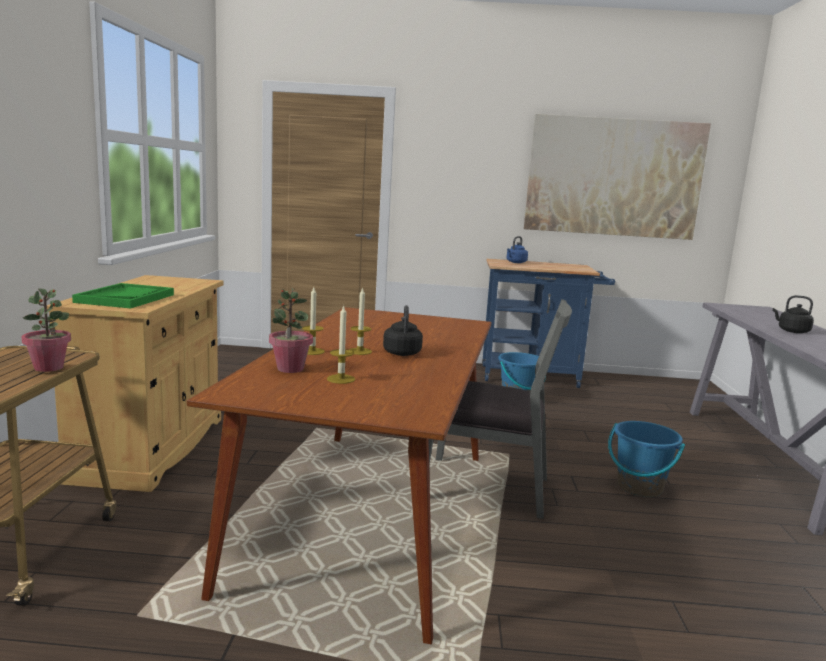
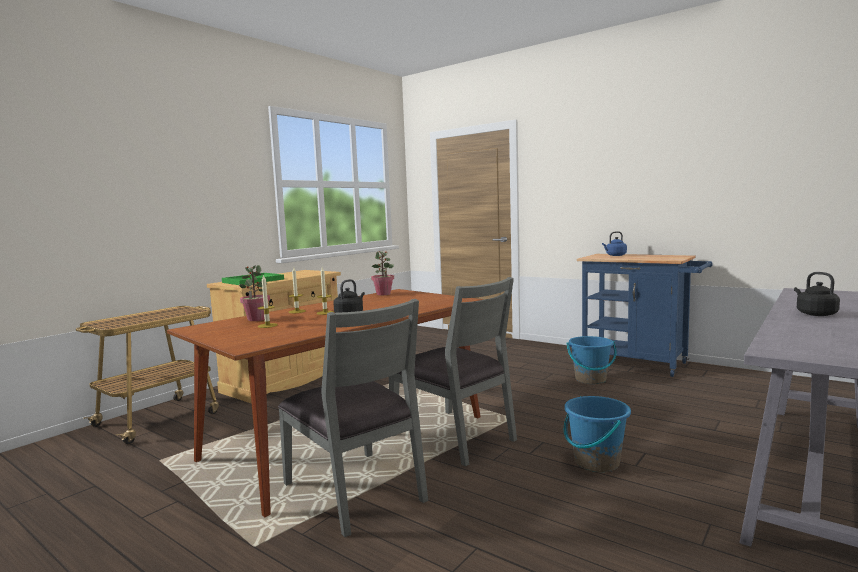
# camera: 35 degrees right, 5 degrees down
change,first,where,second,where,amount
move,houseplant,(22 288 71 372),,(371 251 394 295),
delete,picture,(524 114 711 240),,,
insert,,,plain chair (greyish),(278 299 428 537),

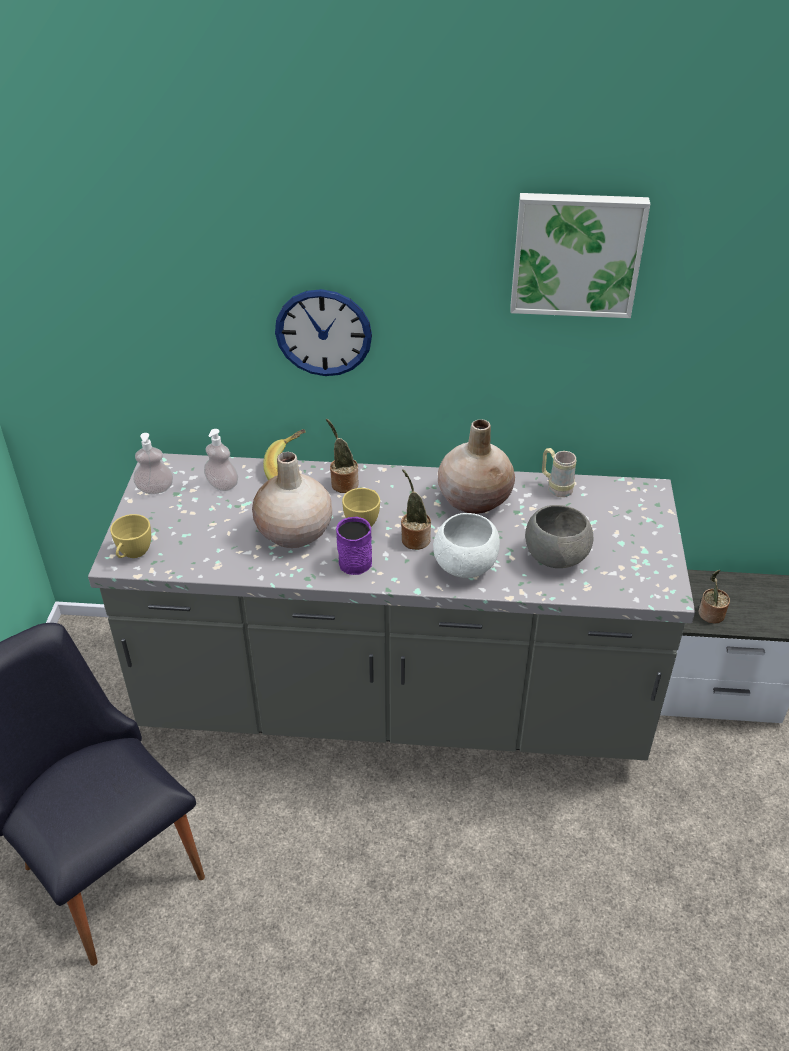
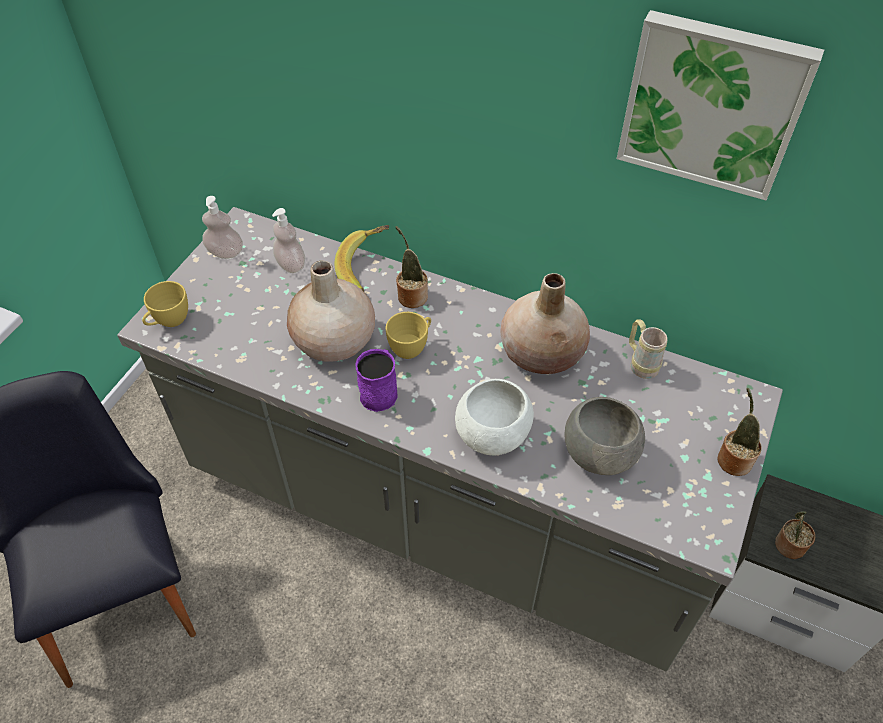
# camera: 20 degrees right, 10 degrees up
change,first,where,second,where,amount
delete,hanging clock,(275 289 372 376),,,
move,houseplant,(401 469 431 550),,(718 388 762 476),

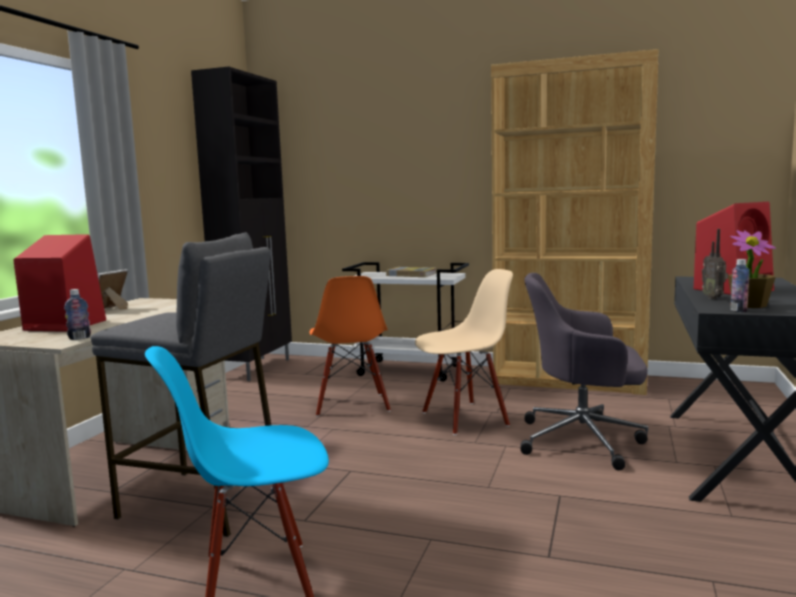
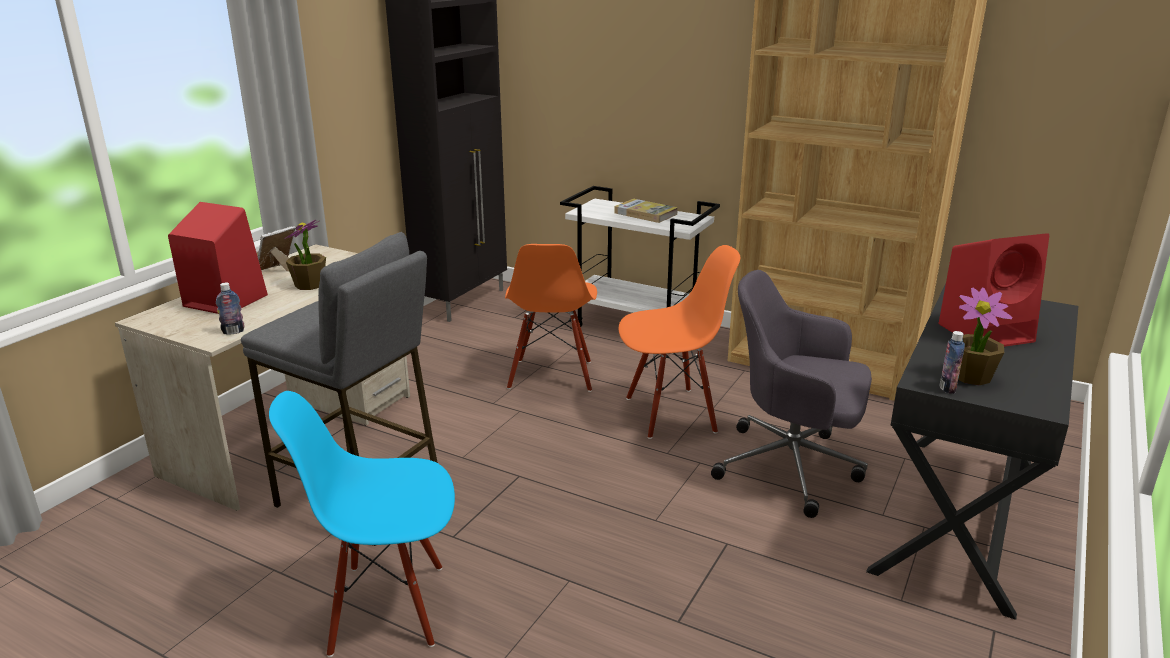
# camera: 10 degrees right, 15 degrees up
change,first,where,second,where,amount
recolor,plain chair (beige),(415 269 513 435),plain chair (orange),(619 245 740 439),
delete,radio,(702 229 728 299),,,
insert,,,houseplant,(284 220 326 290),

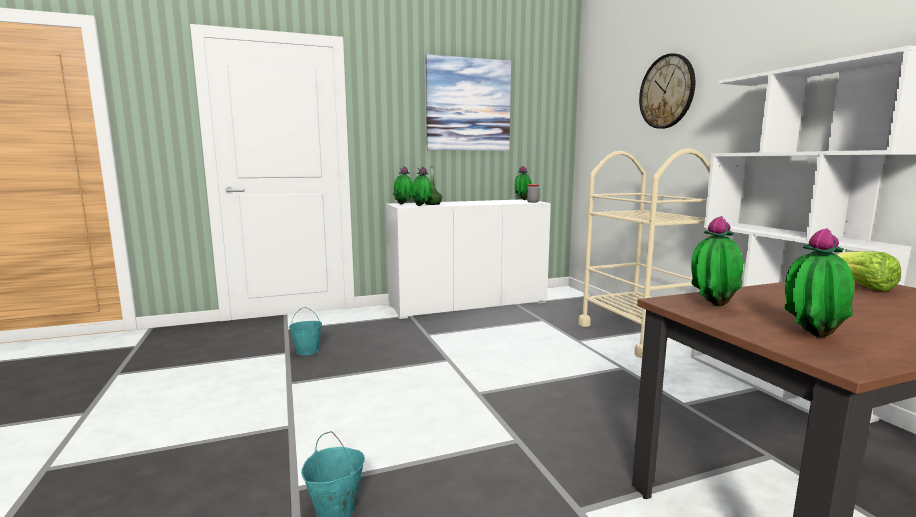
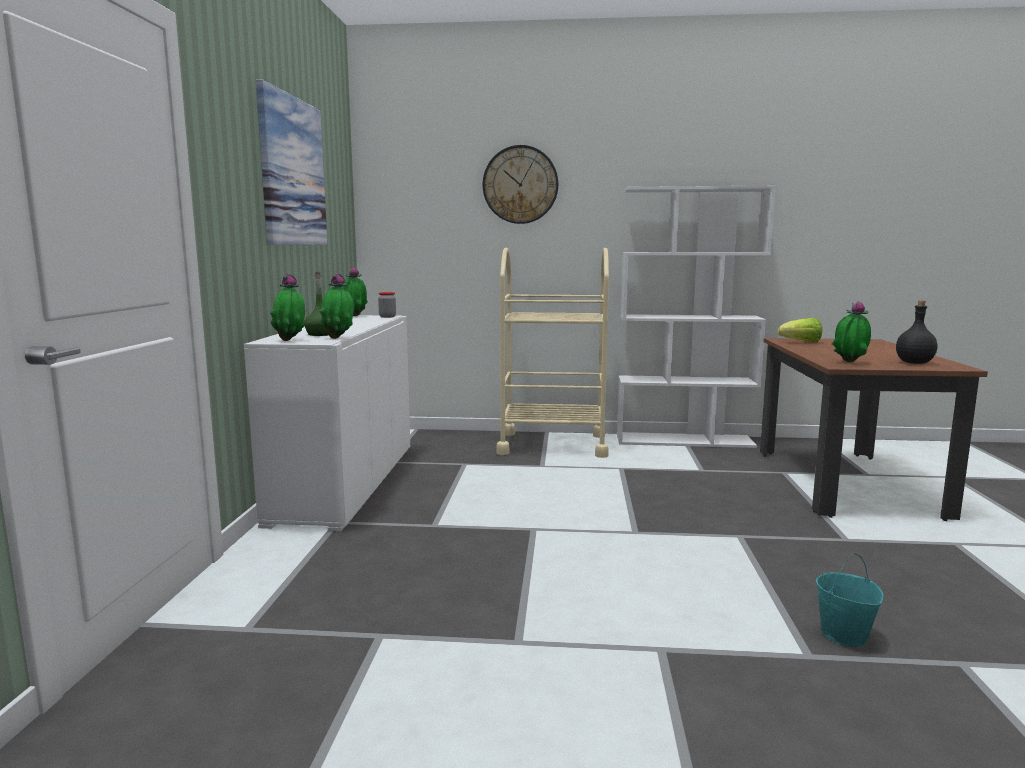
# camera: 65 degrees left, 0 degrees up
change,first,where,second,where,amount
delete,pail (blue-green),(289 307 322 356),,,
replace,houseplant,(784 228 854 337),beverage bottle (blackish),(896 301 937 364),

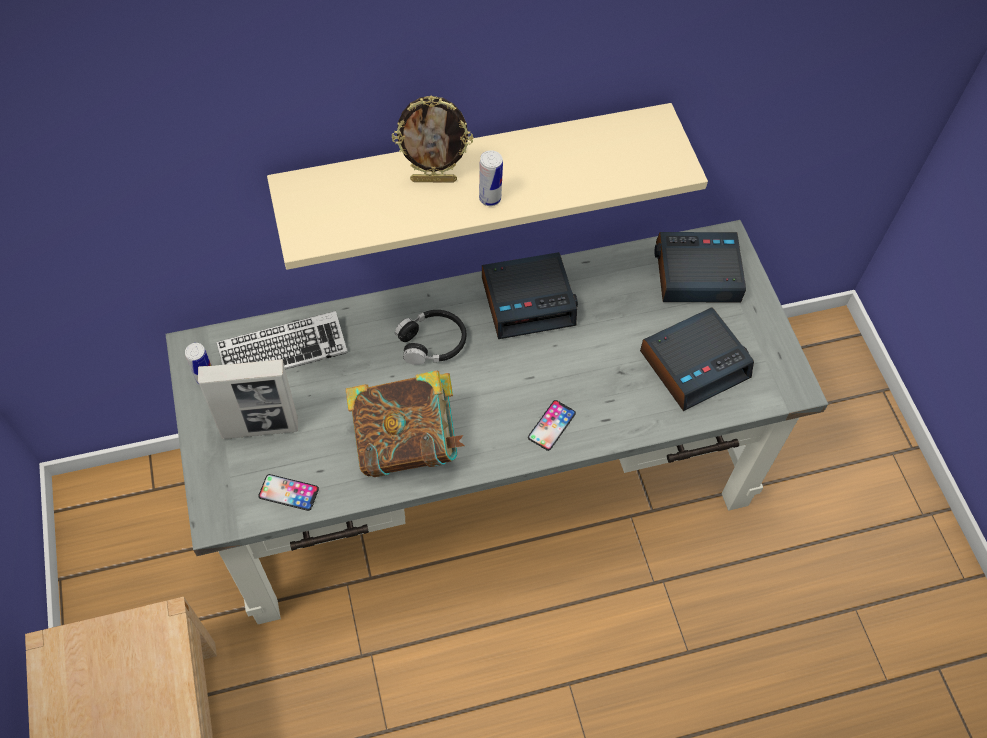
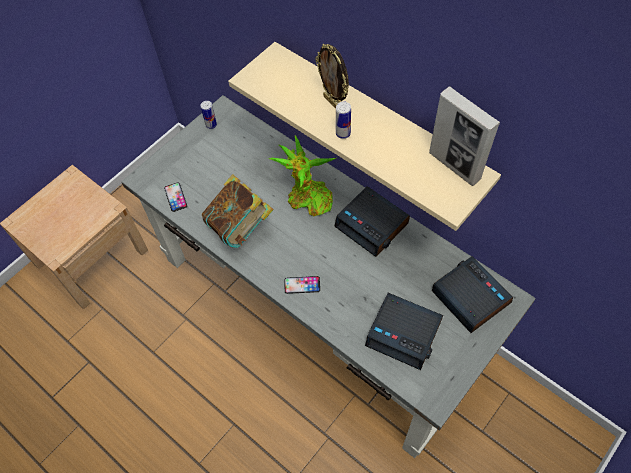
# camera: 60 degrees right, 0 degrees up
change,first,where,second,where,amount
move,picture frame,(198 359 298 439),,(429 86 500 186),
delete,keyboard,(216 311 348 370),,,
replace,headphones (blackish),(395 310 466 365),houseplant,(269 136 336 216),

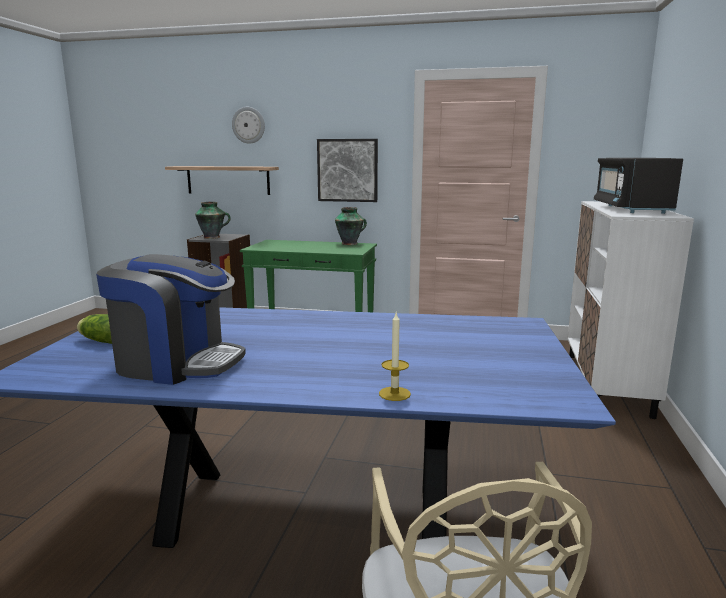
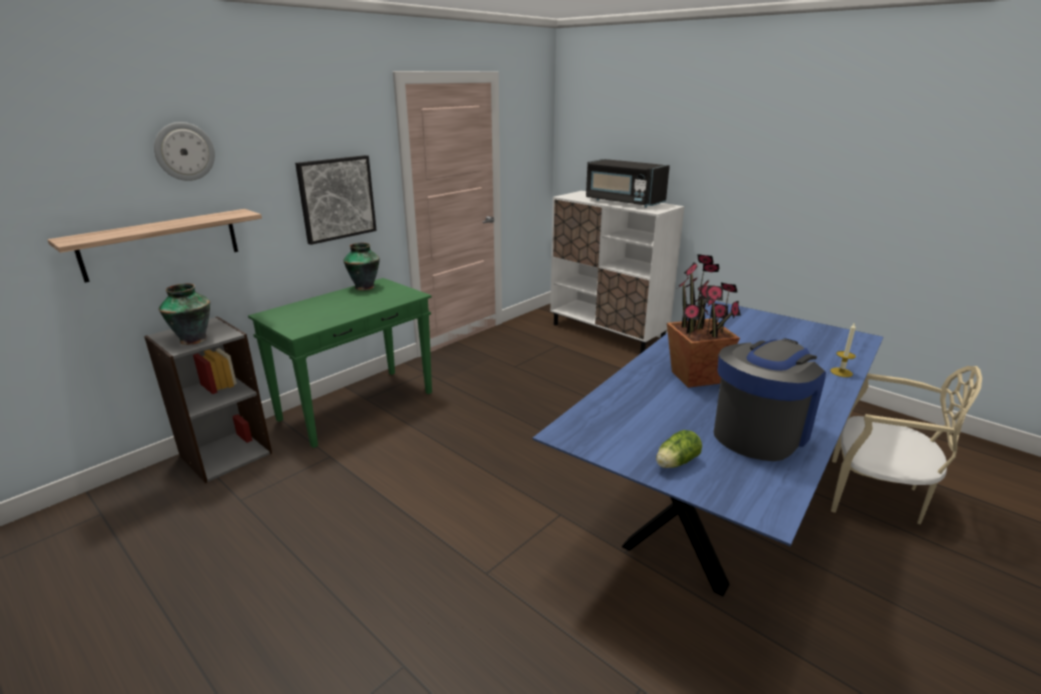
# camera: 60 degrees left, 10 degrees up
change,first,where,second,where,amount
insert,,,houseplant,(667 254 741 388),

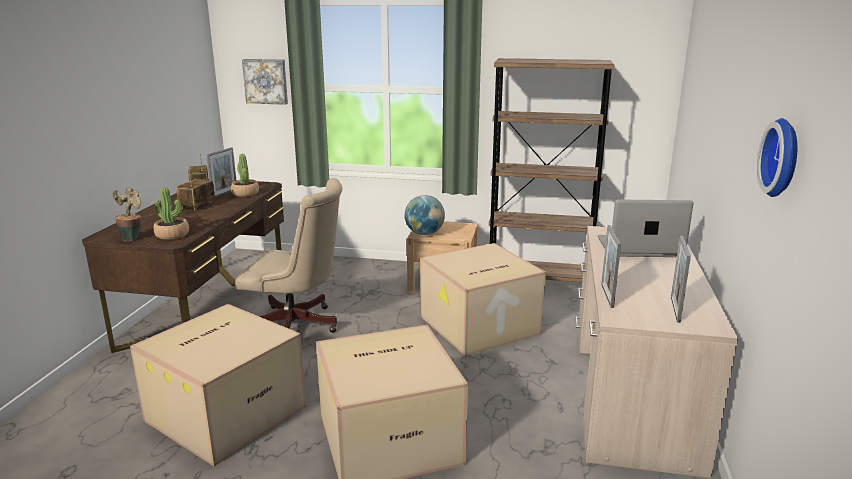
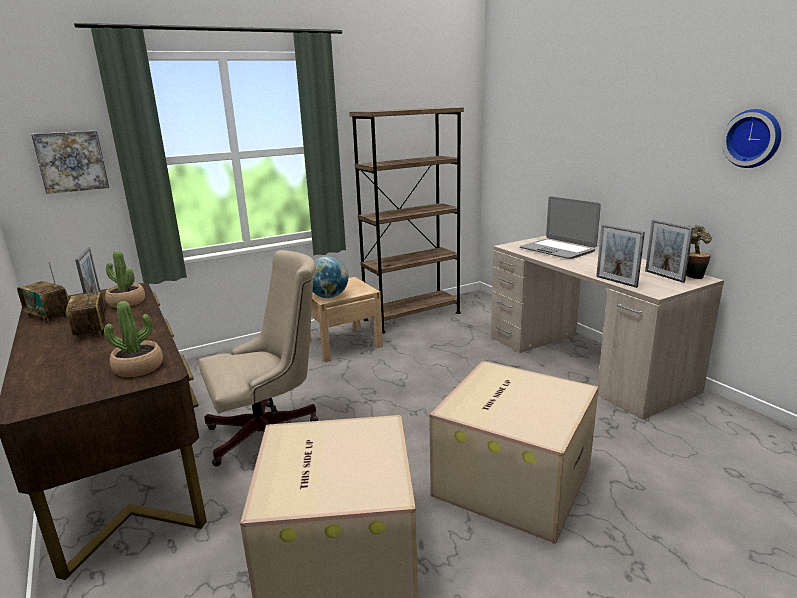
# camera: 40 degrees left, 0 degrees up
change,first,where,second,where,amount
move,houseplant,(112 187 141 242),,(686 225 712 279),
delete,carton,(421 243 546 356),,,
rotate,laptop,(598 199 693 257),,(520 196 601 259),90 degrees counterclockwise

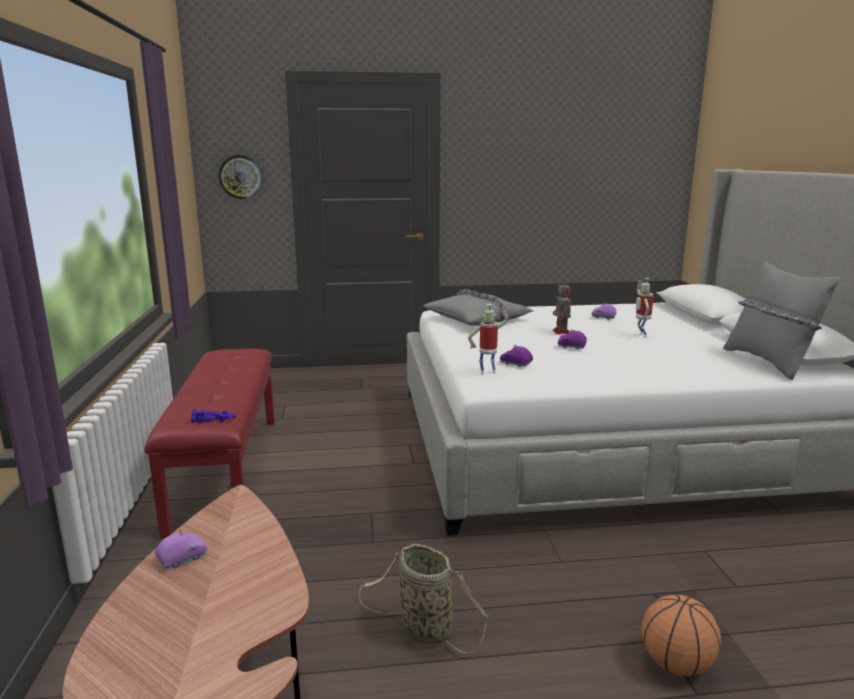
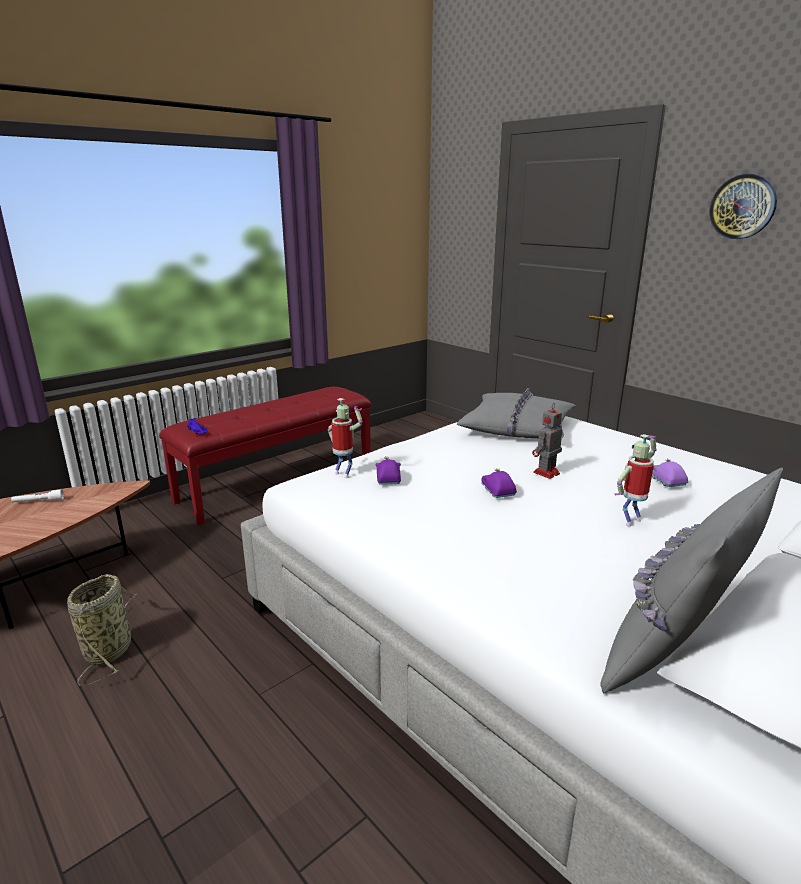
# camera: 55 degrees right, 5 degrees up
change,first,where,second,where,amount
replace,model car (purplish),(155 529 207 569),torch (whitish),(11 489 64 502),
move,hanging clock,(218 155 263 199),,(709 174 777 239),
delete,ball for basketball,(641 595 721 676),,,

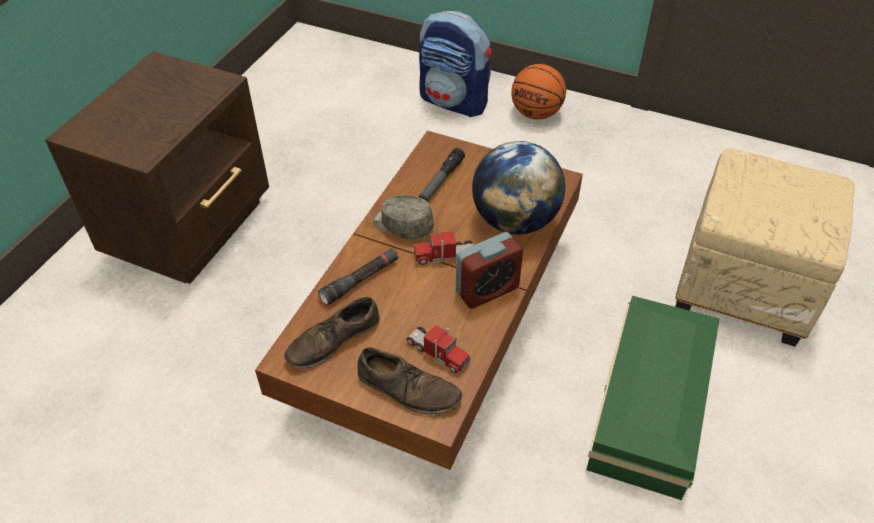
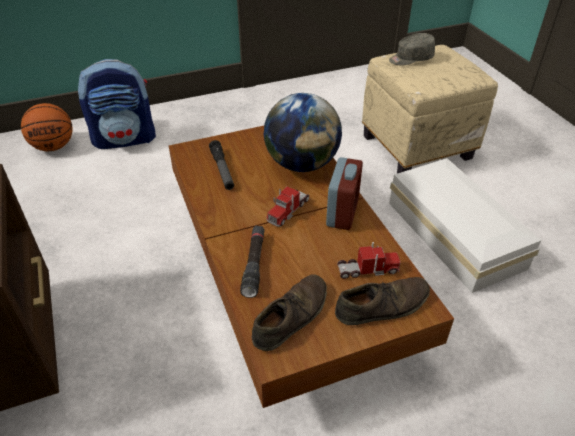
# camera: 45 degrees left, 5 degrees down
change,first,where,second,where,amount
rotate,low shoe (brownish),(284 297 379 369),,(251 274 327 351),150 degrees counterclockwise
move,peaked cap (greyish),(372 195 434 240),,(389 33 435 65),
move,ball for basketball,(511 64 566 120),,(21 103 72 151),
recolor,storage bin (green),(586 296 720 500),storage bin (whitish),(389 158 541 293),

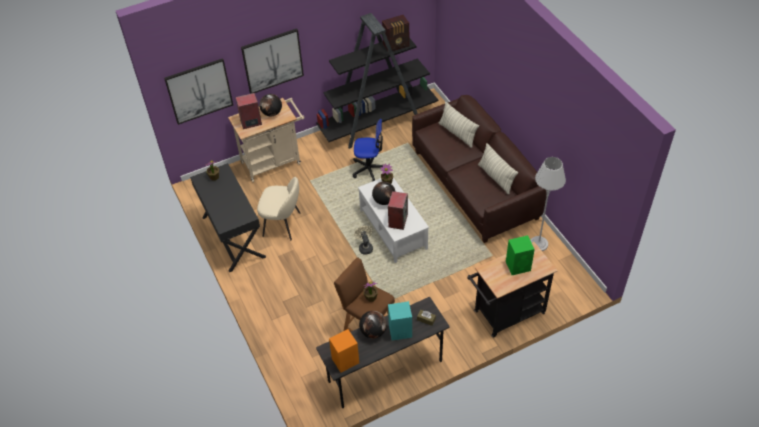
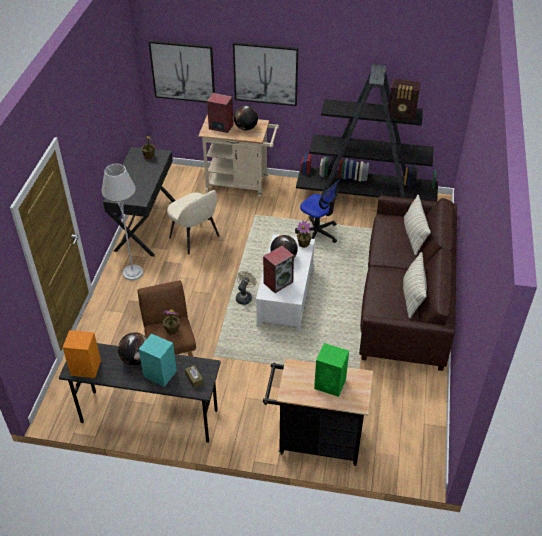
# camera: 35 degrees right, 5 degrees down
change,first,where,second,where,amount
move,floor lamp (greyish),(530 157 566 251),,(101 164 143 280),

